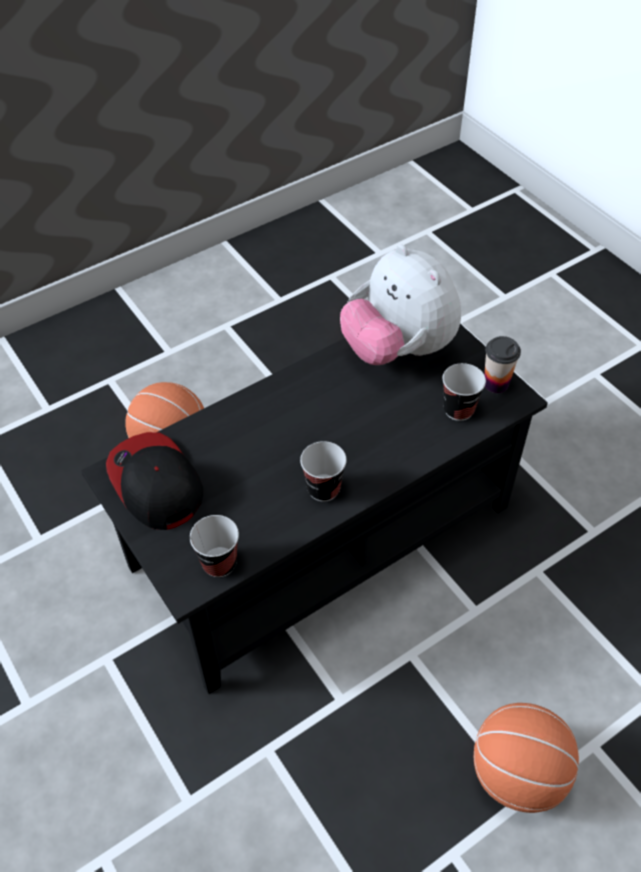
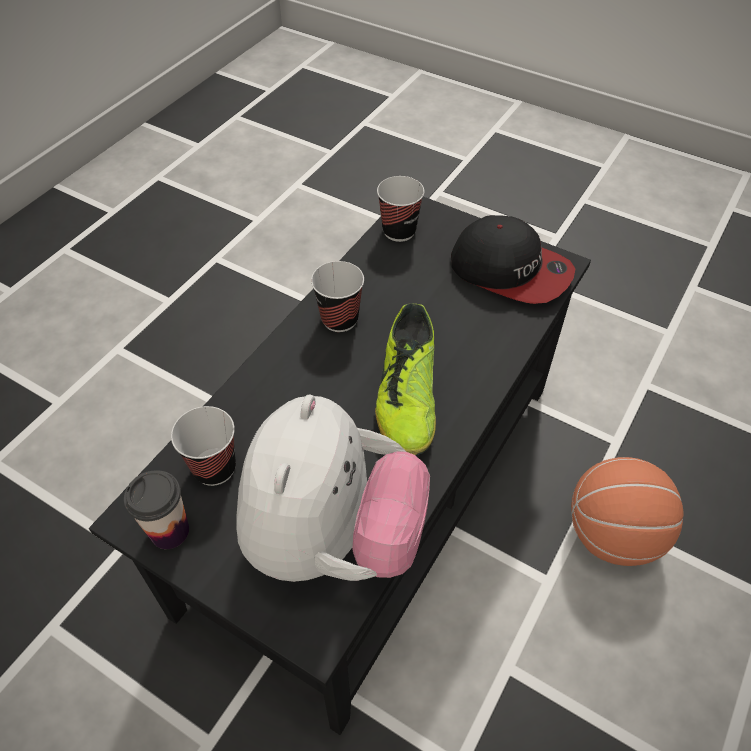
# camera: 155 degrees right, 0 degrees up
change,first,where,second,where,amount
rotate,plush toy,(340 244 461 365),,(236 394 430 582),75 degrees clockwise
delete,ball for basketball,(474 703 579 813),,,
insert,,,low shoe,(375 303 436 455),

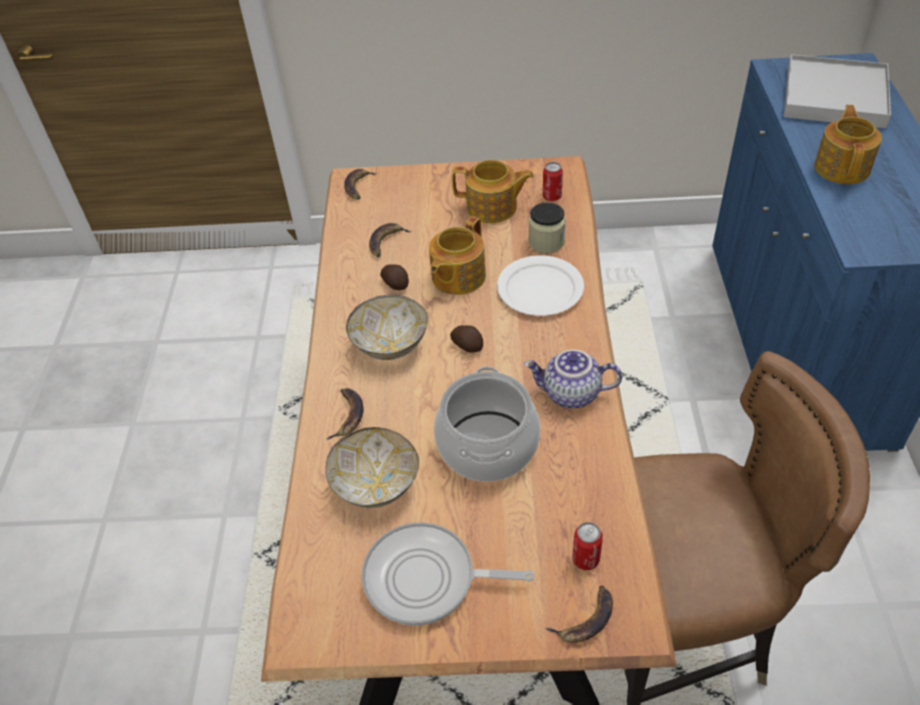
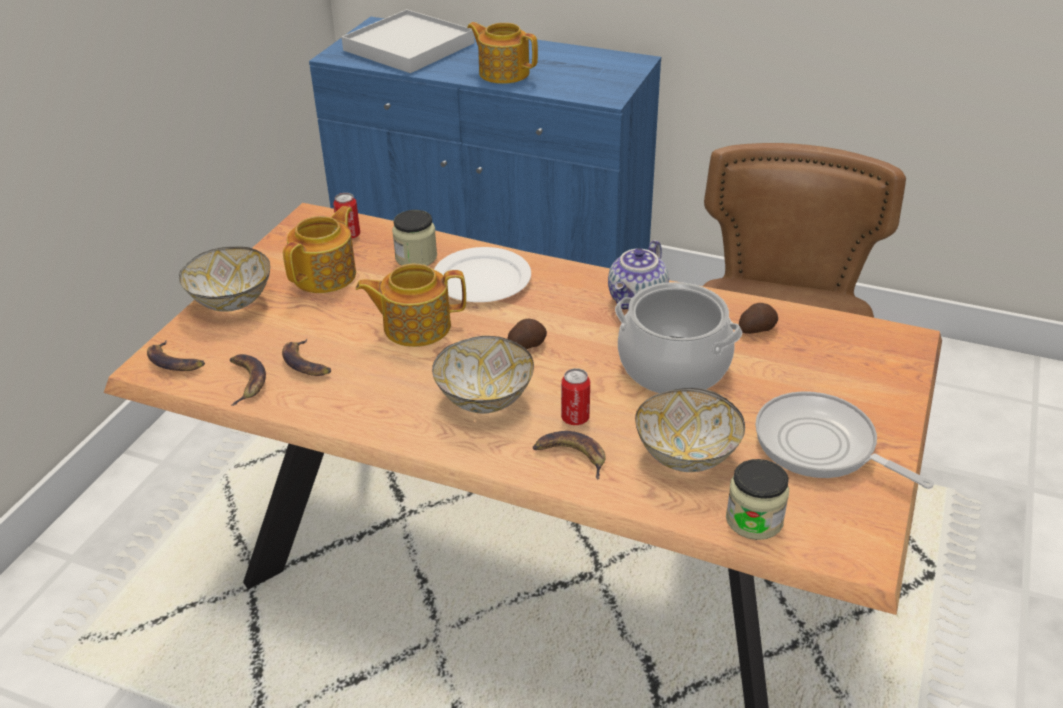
# camera: 70 degrees left, 10 degrees down
change,first,where,second,where,amount
rotate,pan,(362 522 534 626),,(755 391 934 489),105 degrees clockwise
move,potato,(380 264 409 290),,(739 303 778 334),
rotate,tea pot,(429 216 486 295),,(356 264 466 347),120 degrees clockwise
move,banana fruit,(546 586 613 643),,(230 354 266 406),
move,metal can,(573 522 603 570),,(561 368 590 425),
insert,,,deep dish,(179 246 270 312),
insert,,,storage jar,(726 459 789 540),

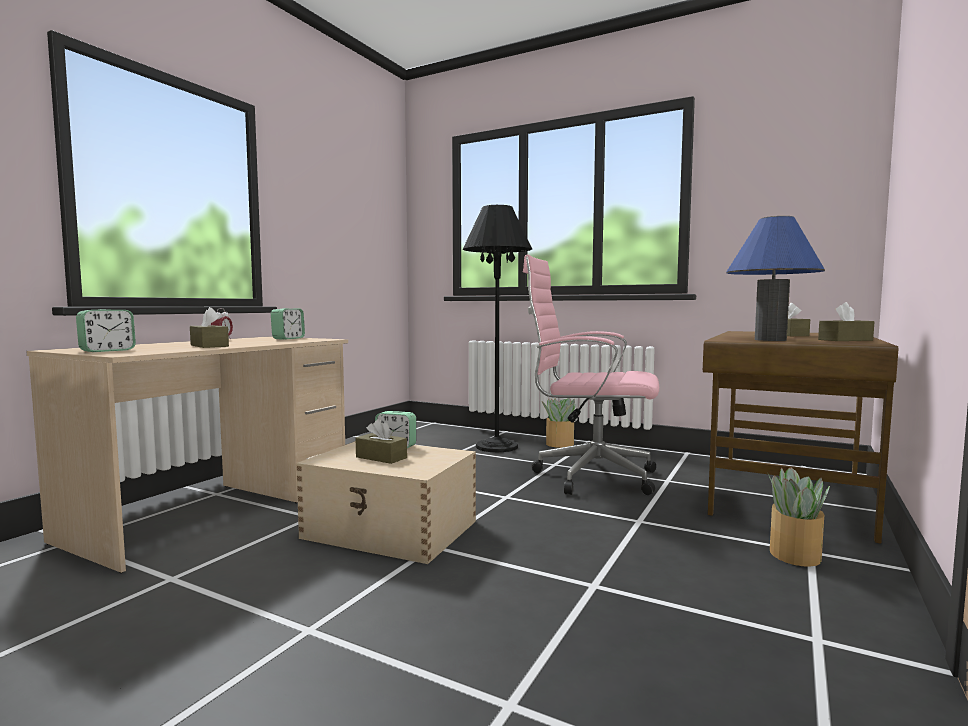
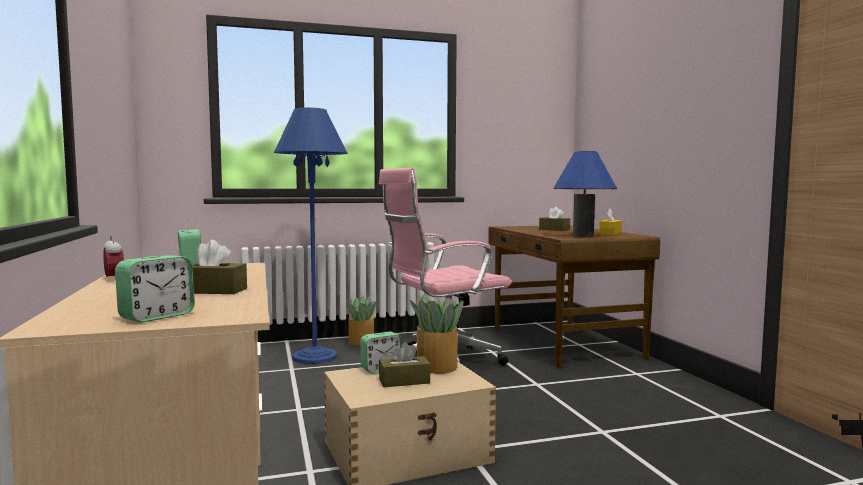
# camera: 45 degrees left, 0 degrees up
change,first,where,second,where,amount
rotate,alarm clock,(76 309 136 352),,(115 255 195 323),45 degrees clockwise
recolor,floor lamp (blackish),(463 205 532 452),floor lamp (blue-coloured),(274 108 348 364),
move,houseplant,(767 467 830 567),,(410 293 464 374),
recolor,box of tissues (brownish),(818 302 874 341),box of tissues (yellow),(599 209 622 235),

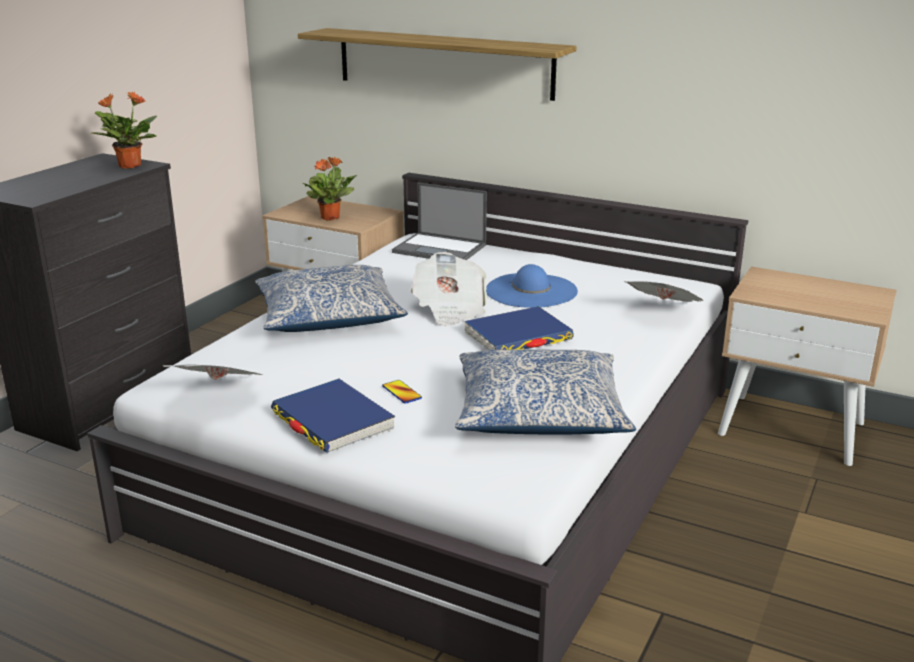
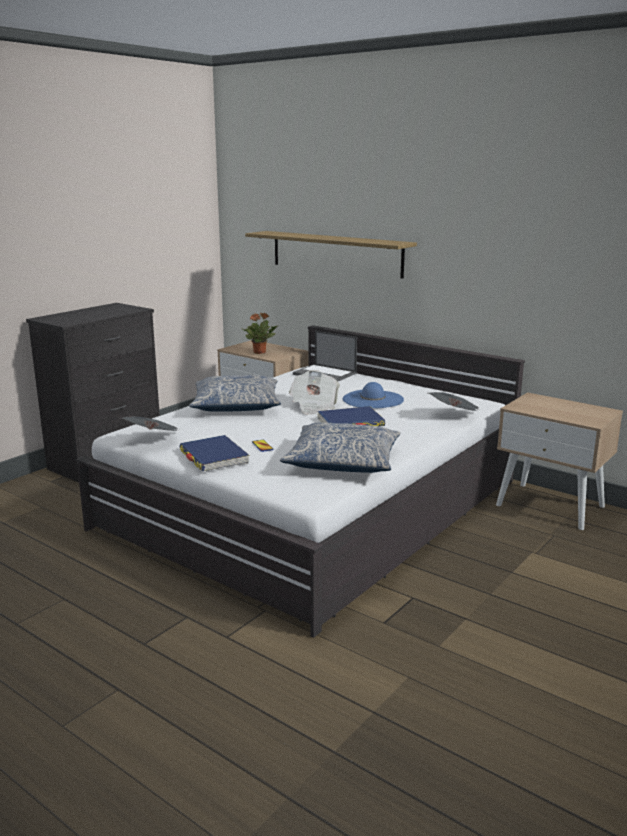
# camera: 10 degrees right, 5 degrees down
change,first,where,second,where,amount
delete,houseplant,(91 91 157 168),,,

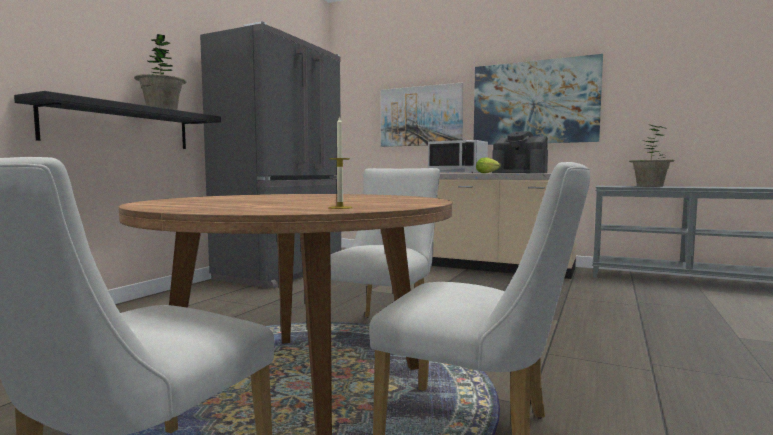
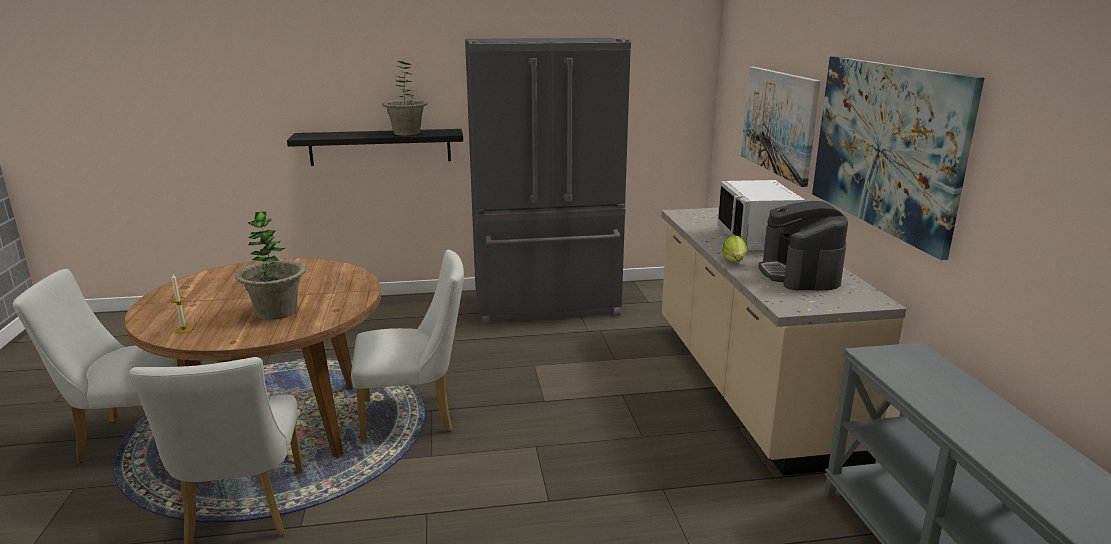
# camera: 55 degrees right, 15 degrees up
change,first,where,second,where,amount
move,houseplant,(629 124 674 187),,(235 212 306 320),

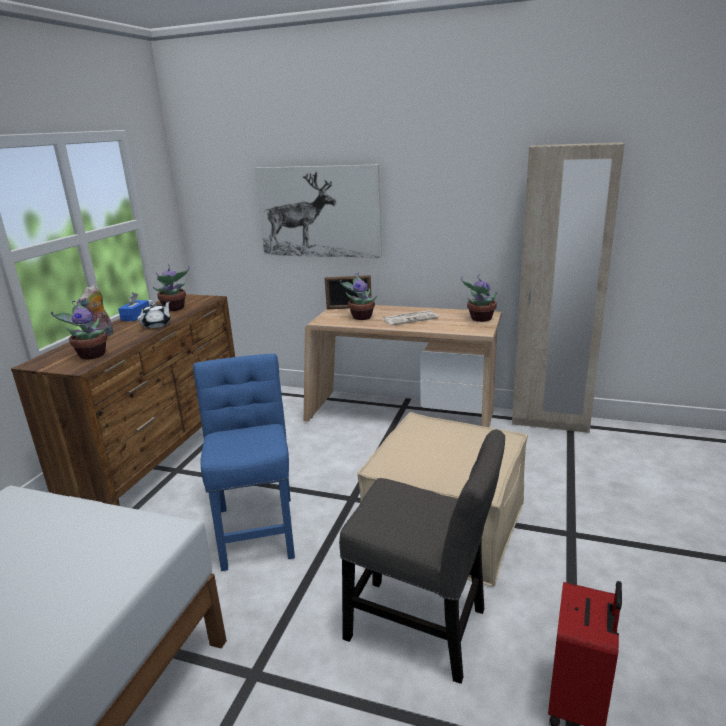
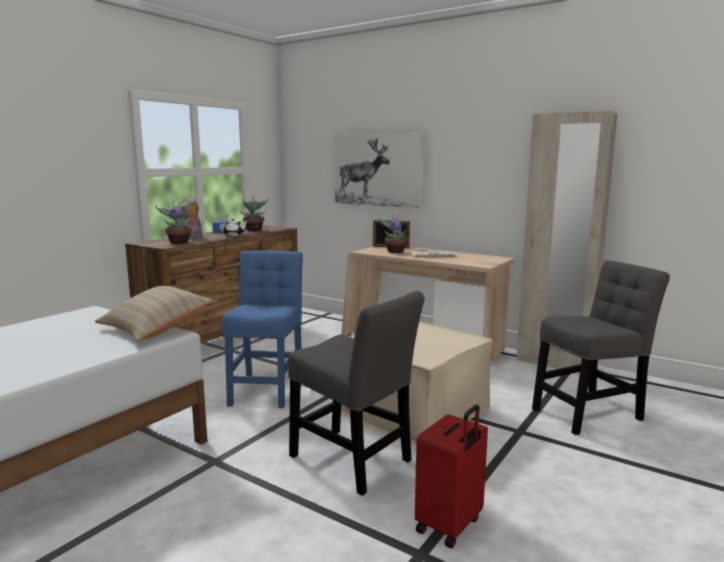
# camera: 15 degrees right, 10 degrees down
change,first,where,second,where,amount
delete,houseplant,(461 274 497 322),,,
insert,,,throw pillow (beige),(95 286 212 341),
insert,,,plain chair (greyish),(532 260 670 435),

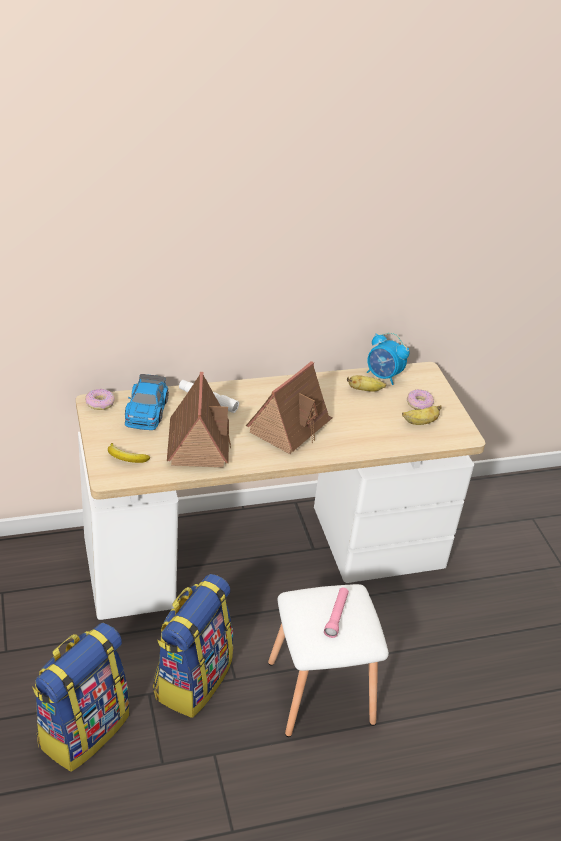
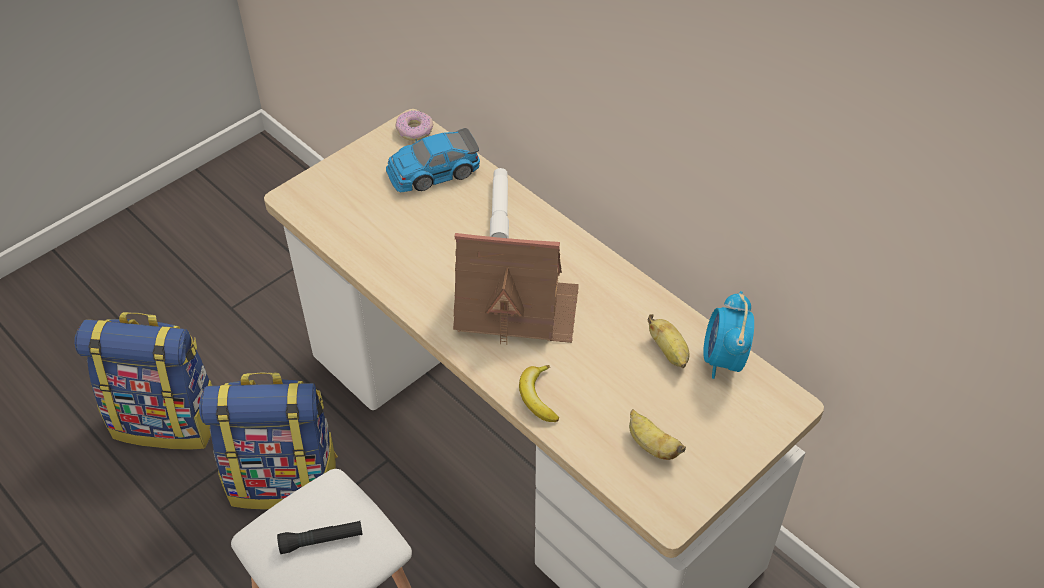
# camera: 65 degrees right, 10 degrees up
change,first,where,second,where,amount
move,banana fruit,(108 443 150 463),,(519 365 559 422),
delete,toy house,(167 372 231 468),,,
recolor,torch (pink-coloured),(324 588 349 638),torch (blackish),(277 521 363 554),
delete,doughnut,(407 389 434 410),,,

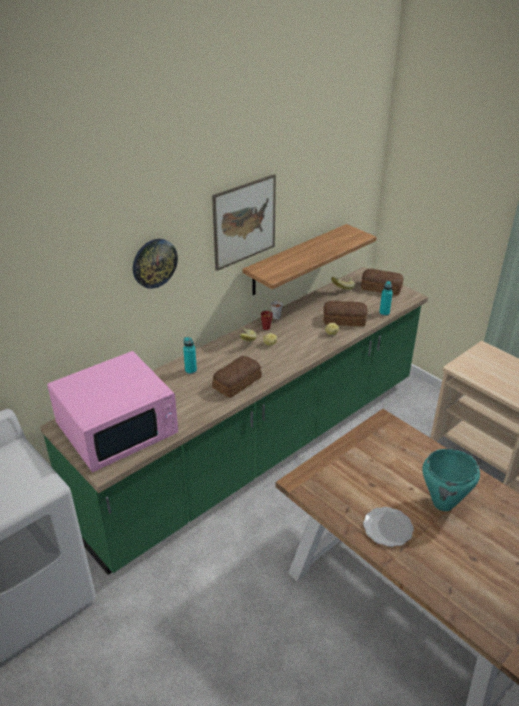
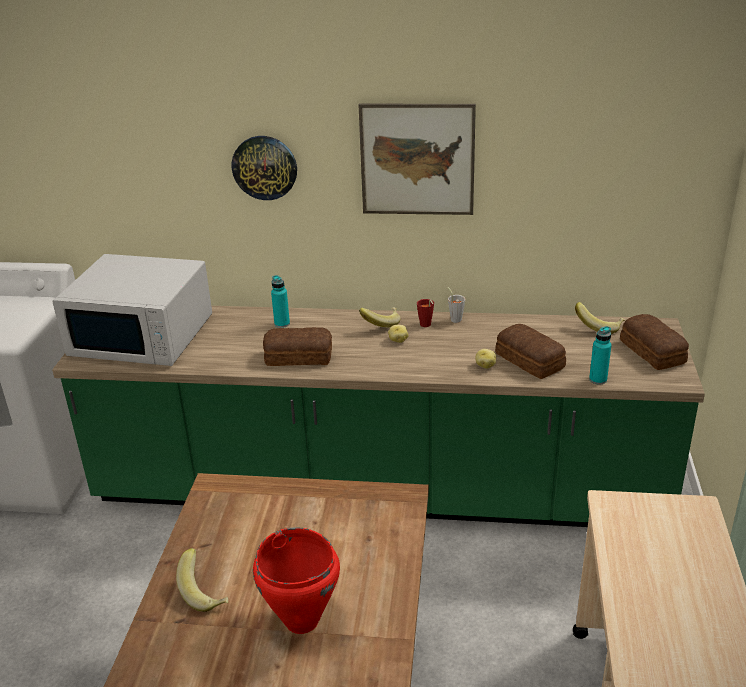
# camera: 50 degrees right, 5 degrees down
change,first,where,second,where,amount
recolor,microwave oven (pink-coloured),(47 351 178 472),microwave oven (whitish),(52 254 212 366),
delete,wall shelf,(243 224 377 295),,,
replace,flat dish,(363 507 414 547),banana fruit,(176 548 228 612),
recolor,saucepot (blue-green),(423 449 480 511),saucepot (reddish),(253 527 340 634),

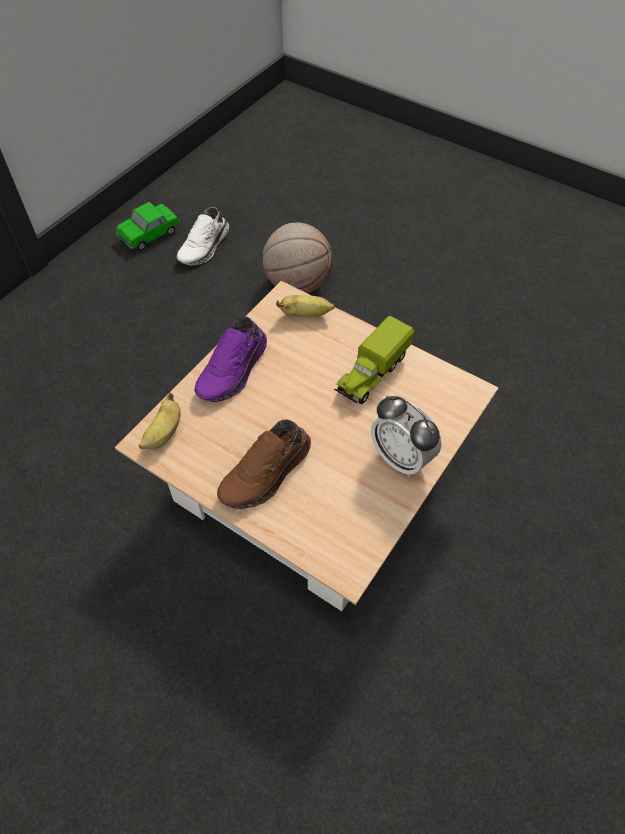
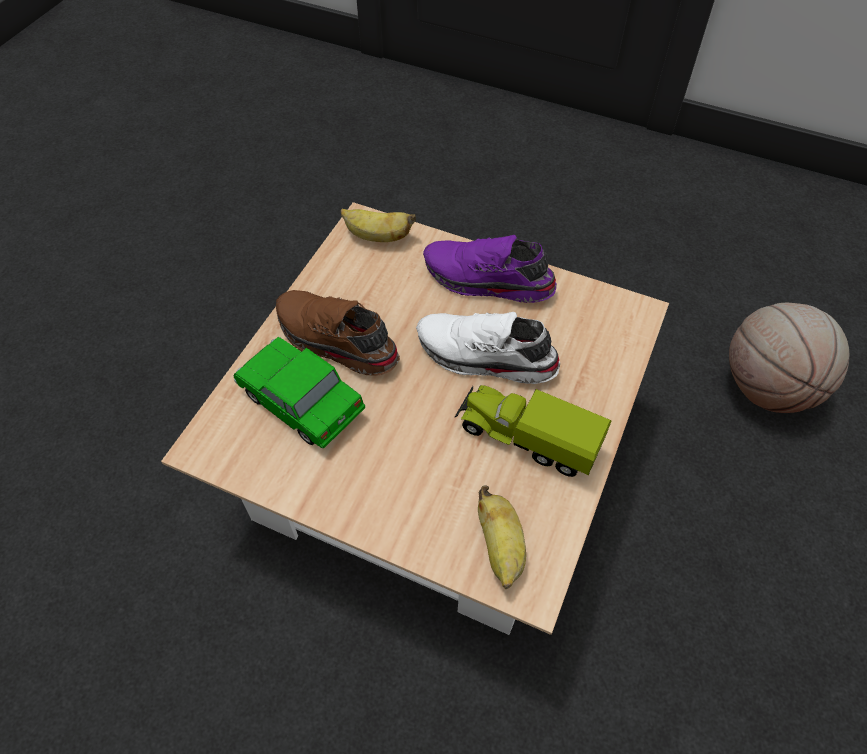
# camera: 80 degrees right, 0 degrees up
change,first,where,second,where,amount
move,model car,(116 202 180 250),,(233 337 365 449),
move,low shoe (whitish),(177 207 229 265),,(416 312 560 384),
move,banana fruit,(276 295 335 317),,(478 485 526 589),
delete,alarm clock,(371 396 441 477),,,

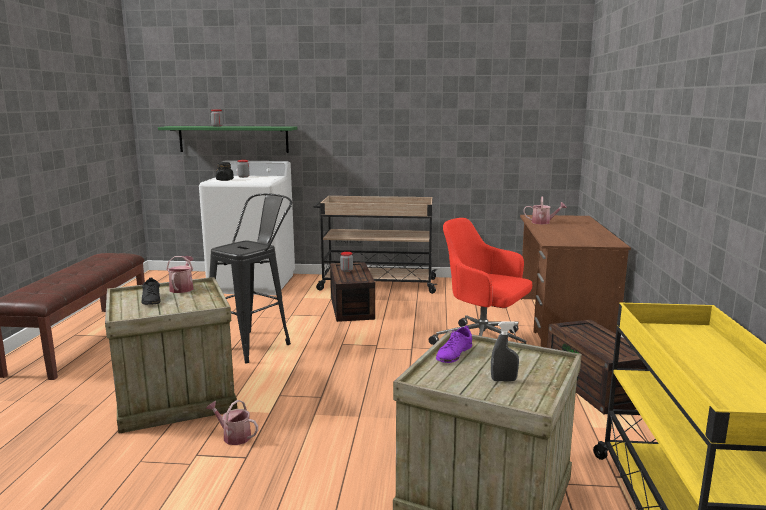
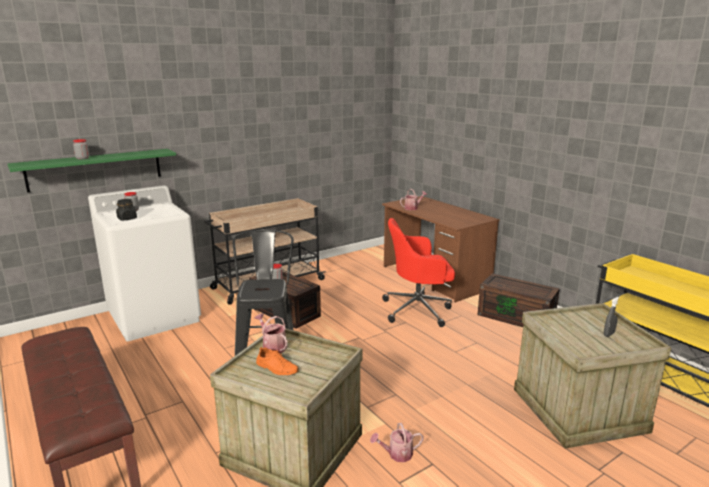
# camera: 40 degrees left, 5 degrees up
change,first,where,second,where,amount
recolor,low shoe (blackish),(141 278 161 305),low shoe (orange),(256 347 299 375),
delete,low shoe (purplish),(436 326 472 363),,,

